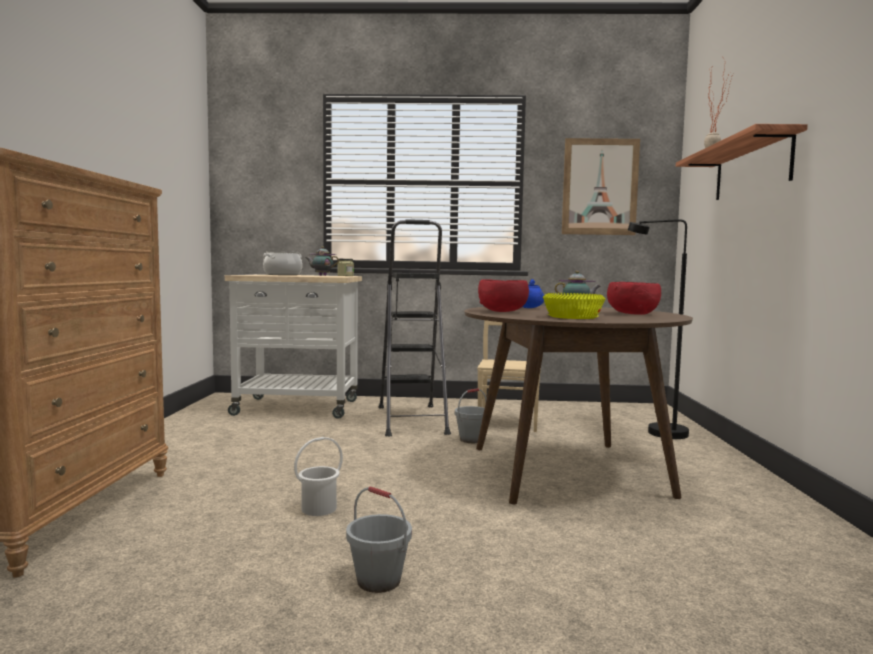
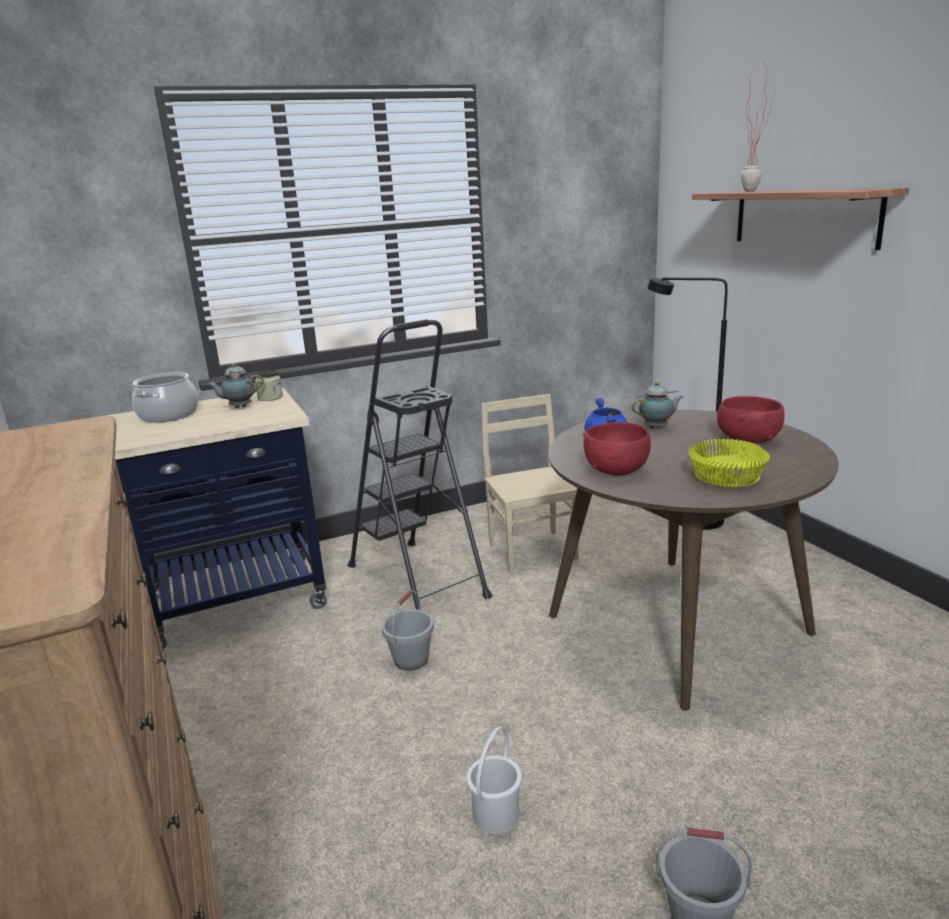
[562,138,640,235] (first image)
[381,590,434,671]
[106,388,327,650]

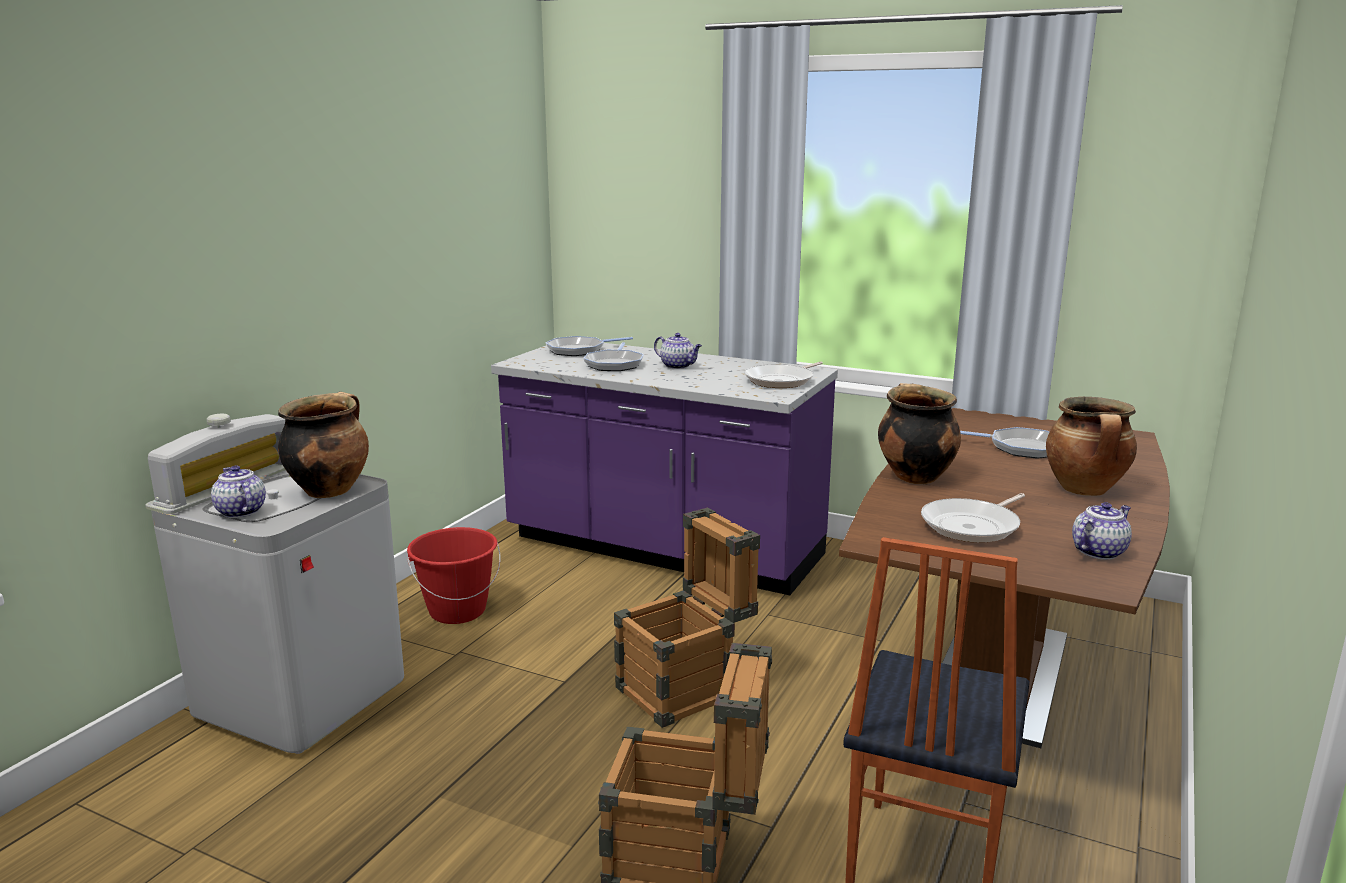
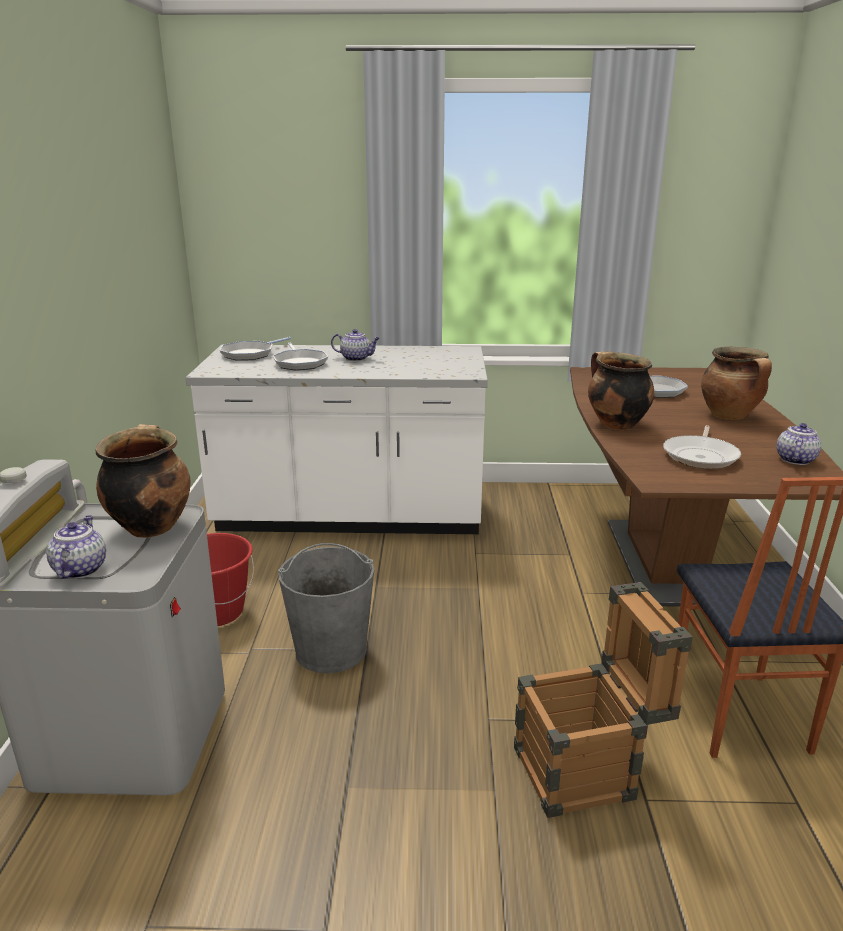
[614,508,760,728] (first image)
[744,361,823,388] (first image)
[278,543,375,673]
[185,345,488,534]
[46,515,106,579]

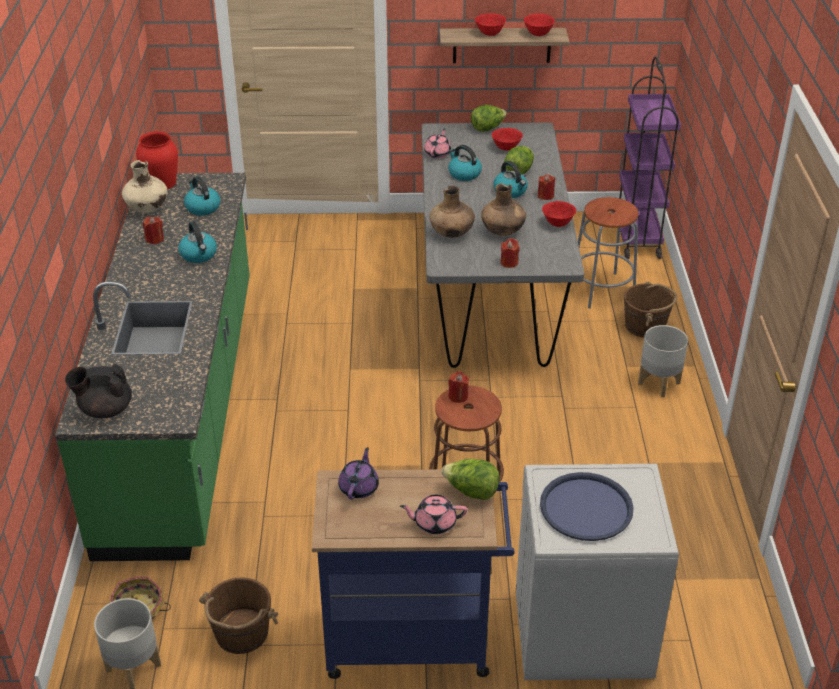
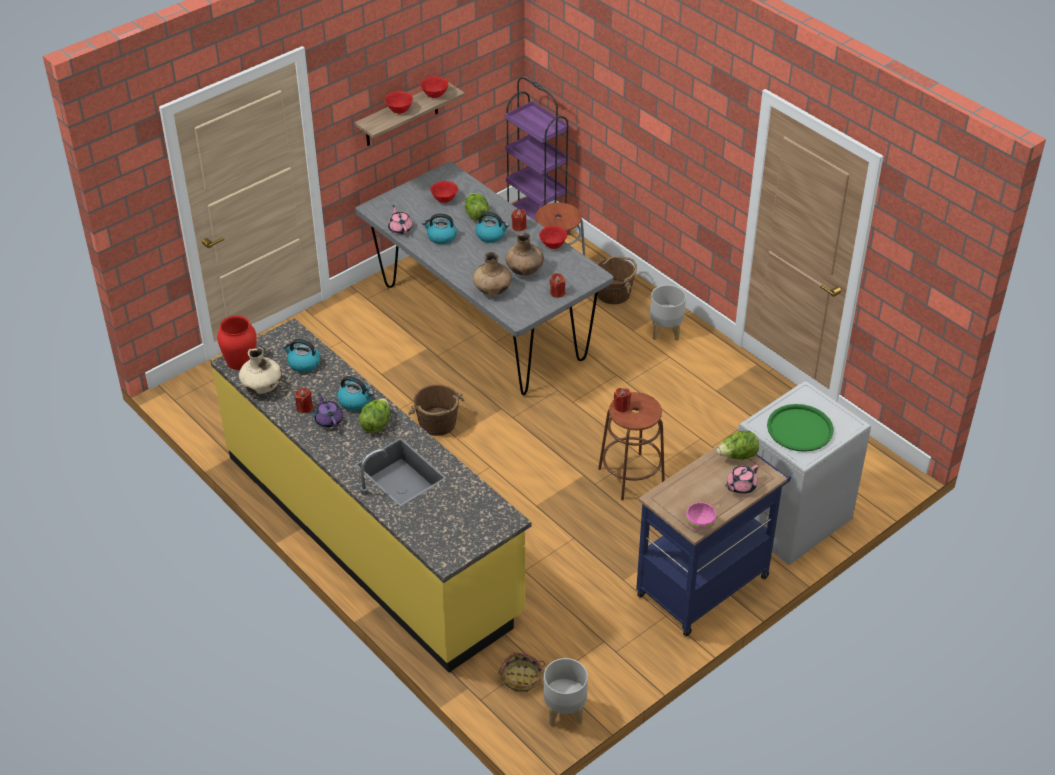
[65,364,132,418] (first image)
[686,502,716,531]
[408,385,464,436]
[314,393,343,428]
[358,398,390,433]
[211,318,531,672]
[767,404,834,452]

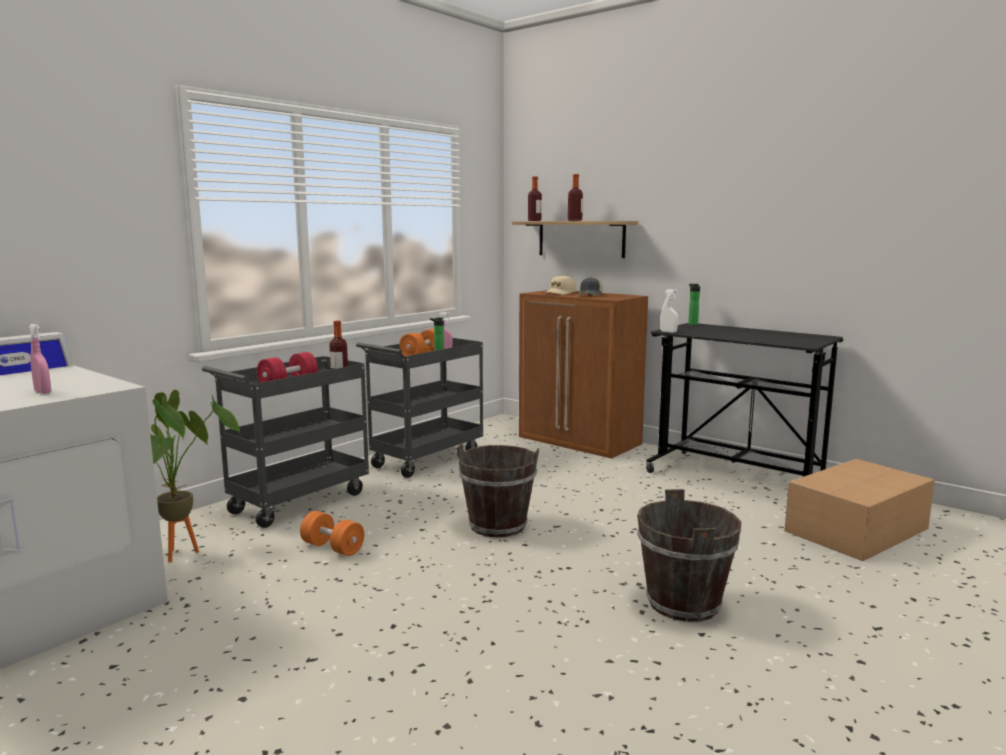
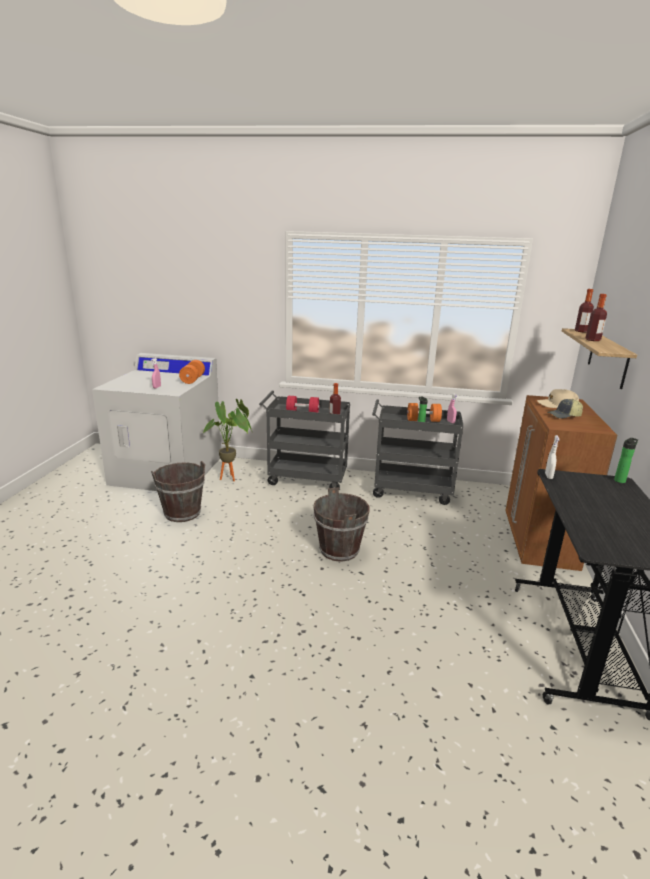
[785,459,935,561] (first image)
[179,360,205,384]
[151,461,205,522]

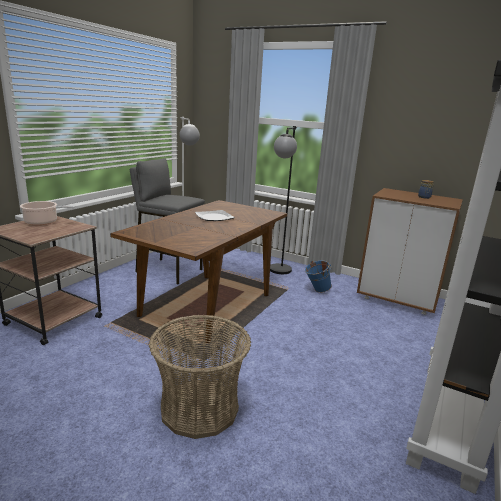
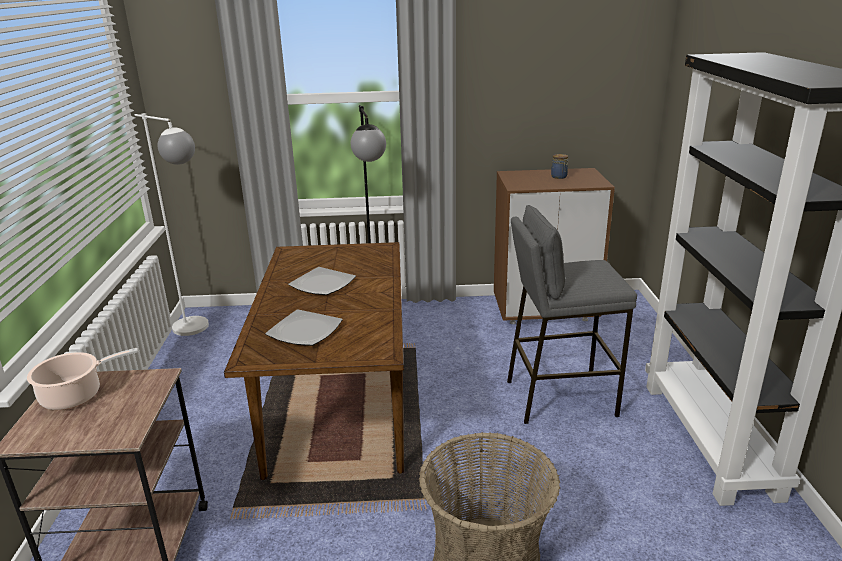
[305,260,332,293] (first image)
[265,310,343,346]
[507,205,637,424]

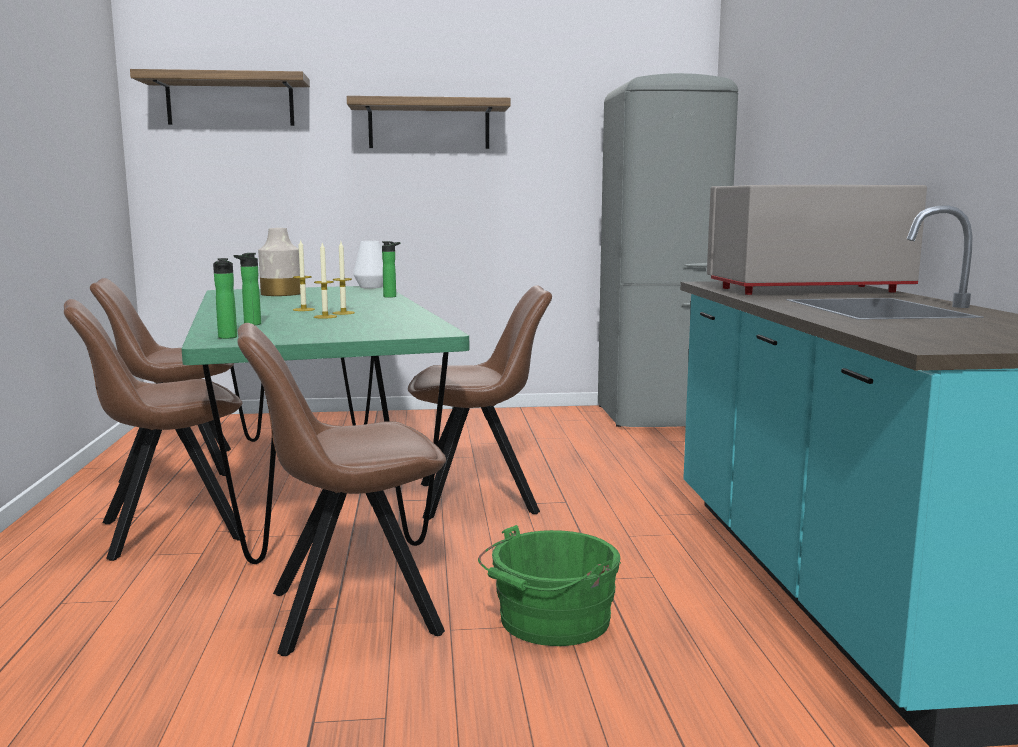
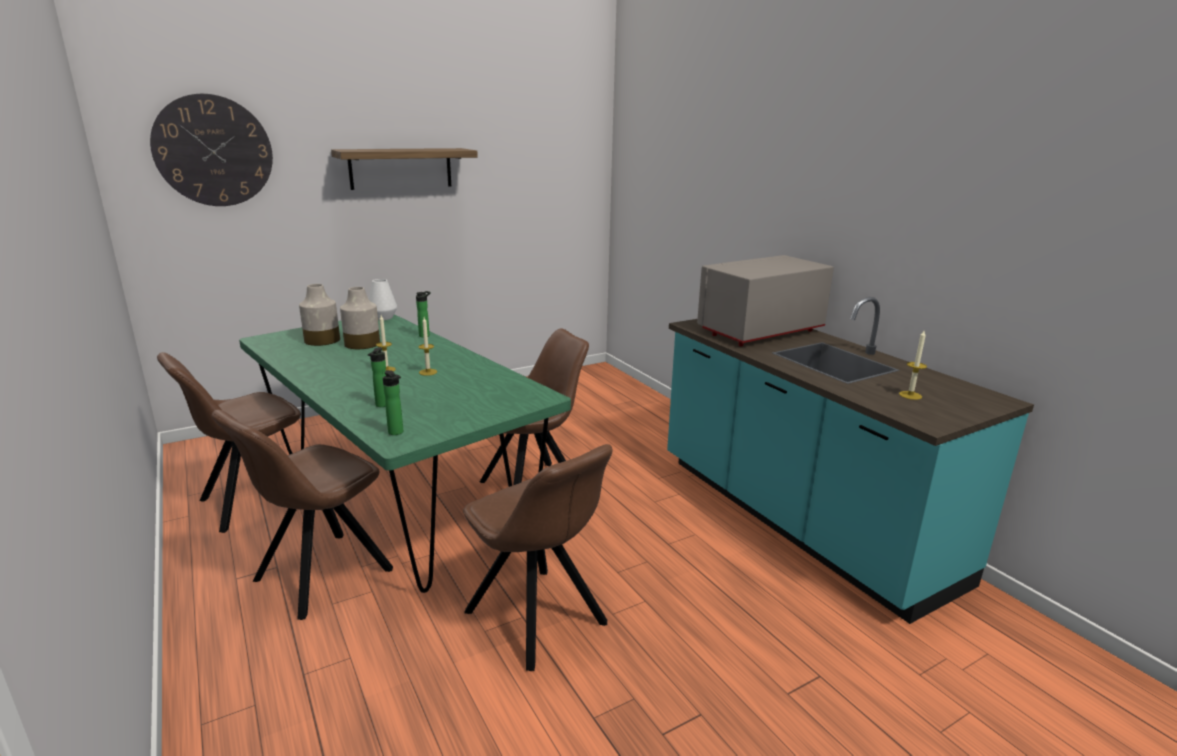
[478,525,621,646] (first image)
[598,73,738,427] (first image)
[340,287,380,349]
[899,331,927,400]
[150,94,273,206]
[463,444,613,671]

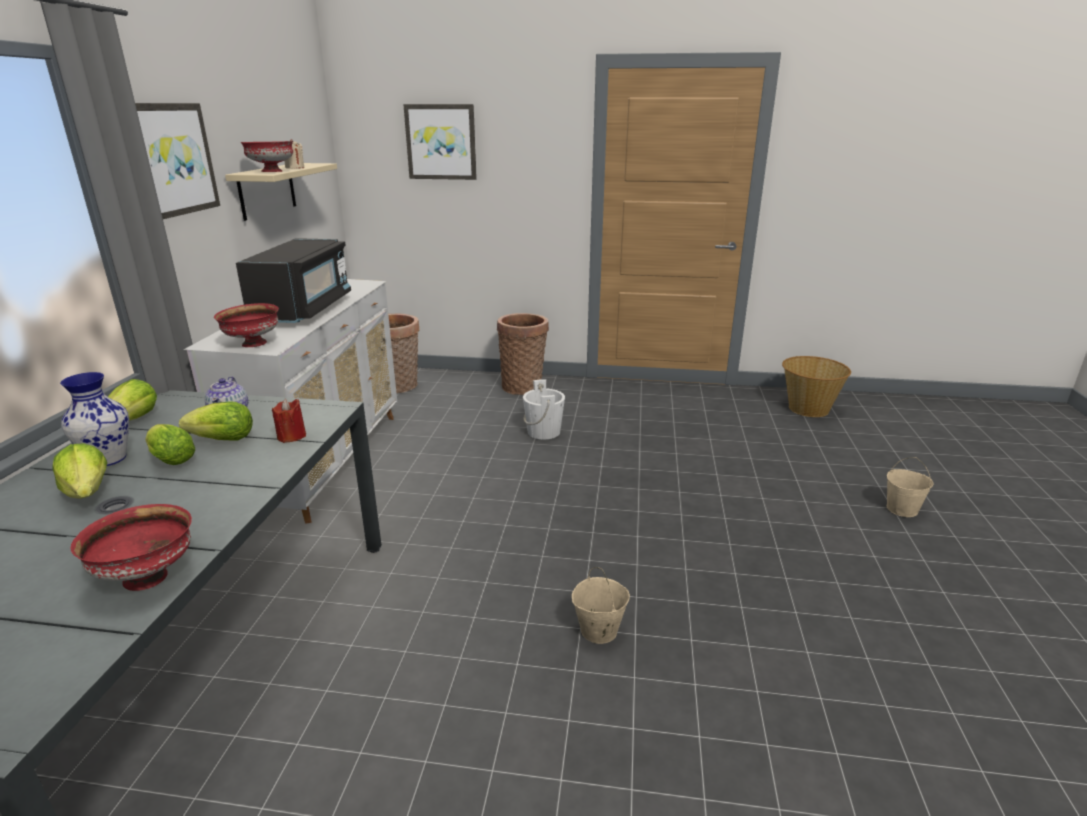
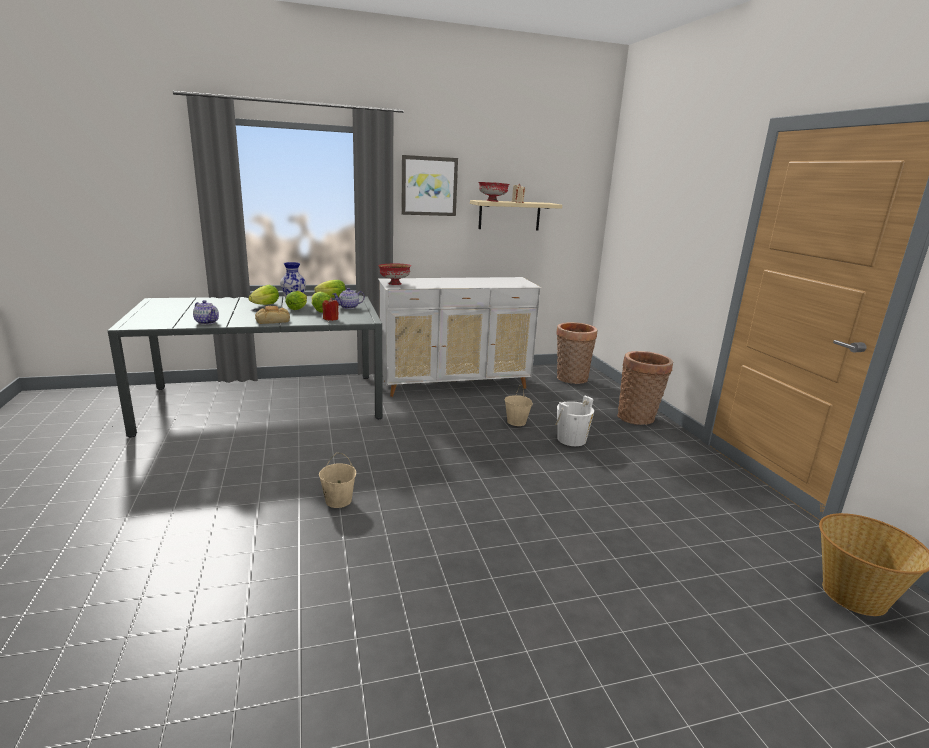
[236,238,351,323] (first image)
[403,104,477,180] (first image)
[255,306,290,324]
[505,385,533,426]
[193,300,219,325]

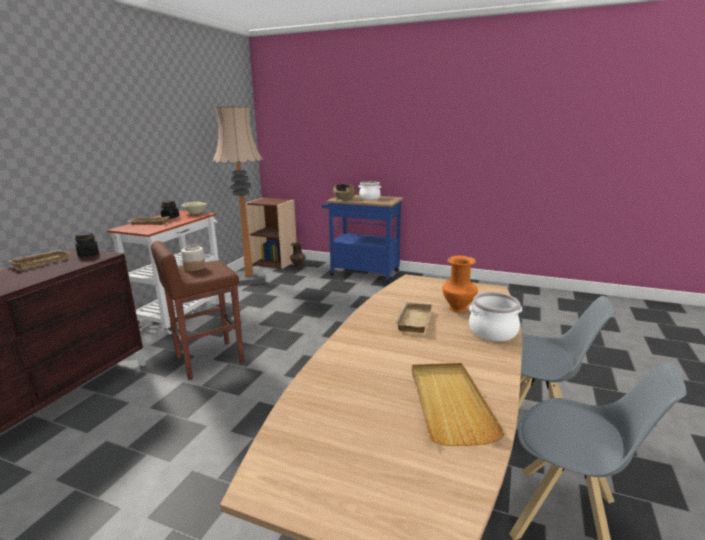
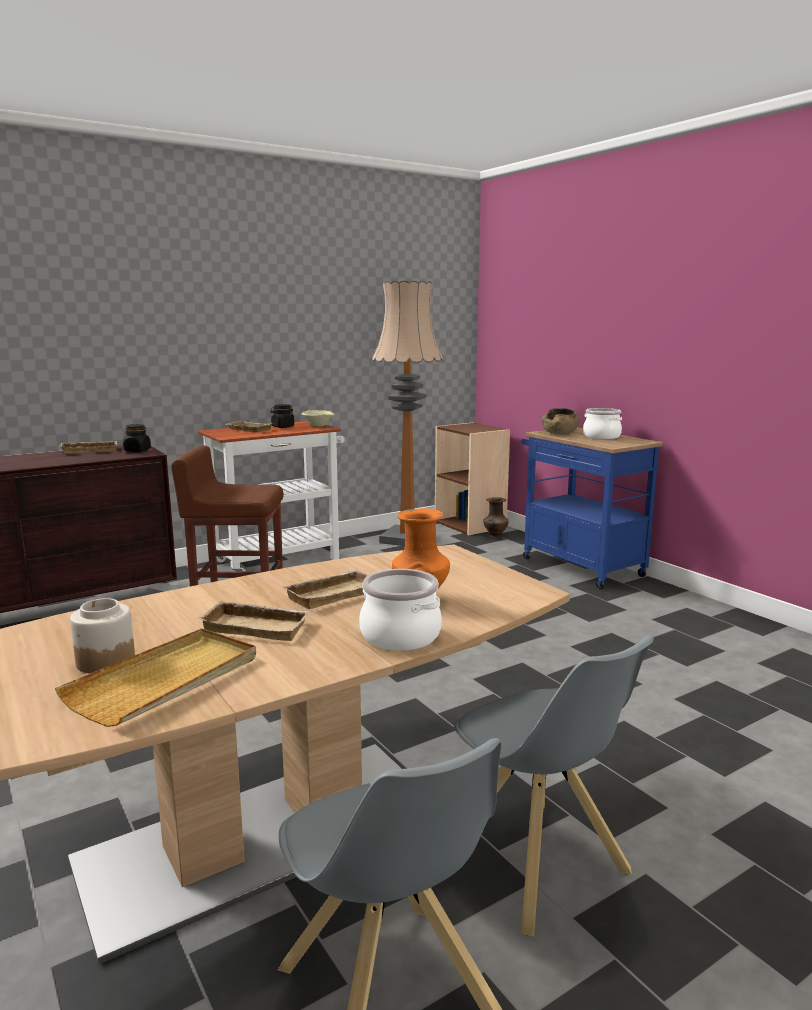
[197,601,311,641]
[70,598,135,674]

